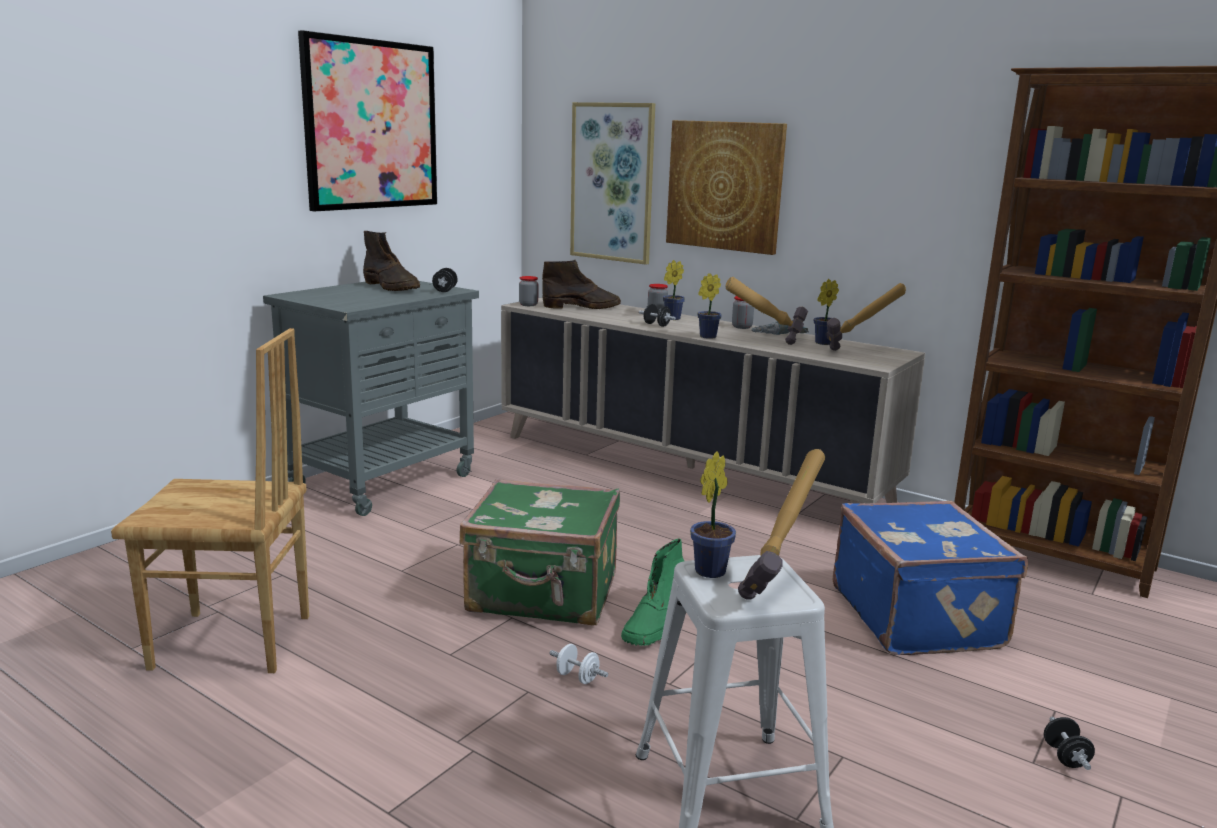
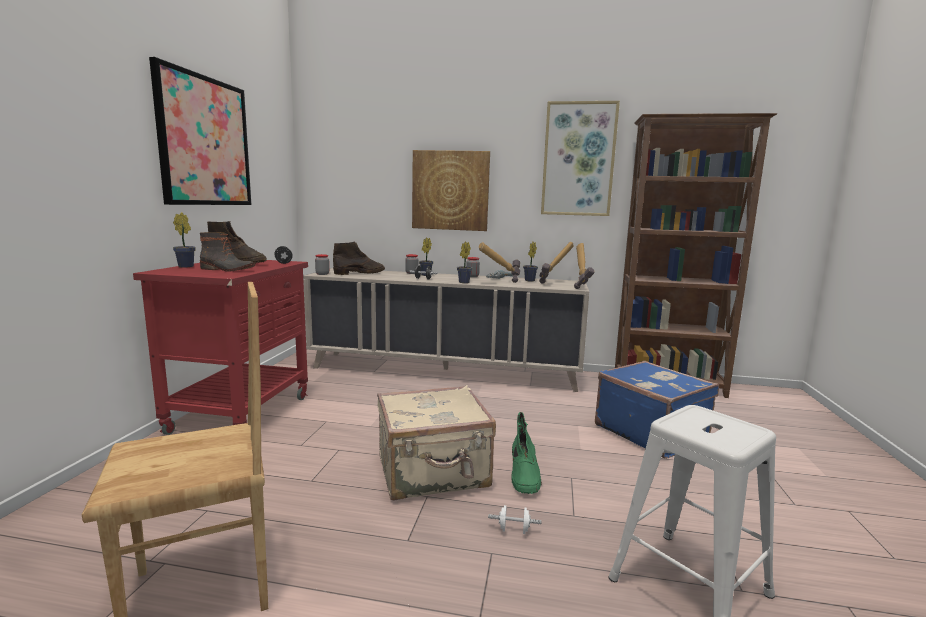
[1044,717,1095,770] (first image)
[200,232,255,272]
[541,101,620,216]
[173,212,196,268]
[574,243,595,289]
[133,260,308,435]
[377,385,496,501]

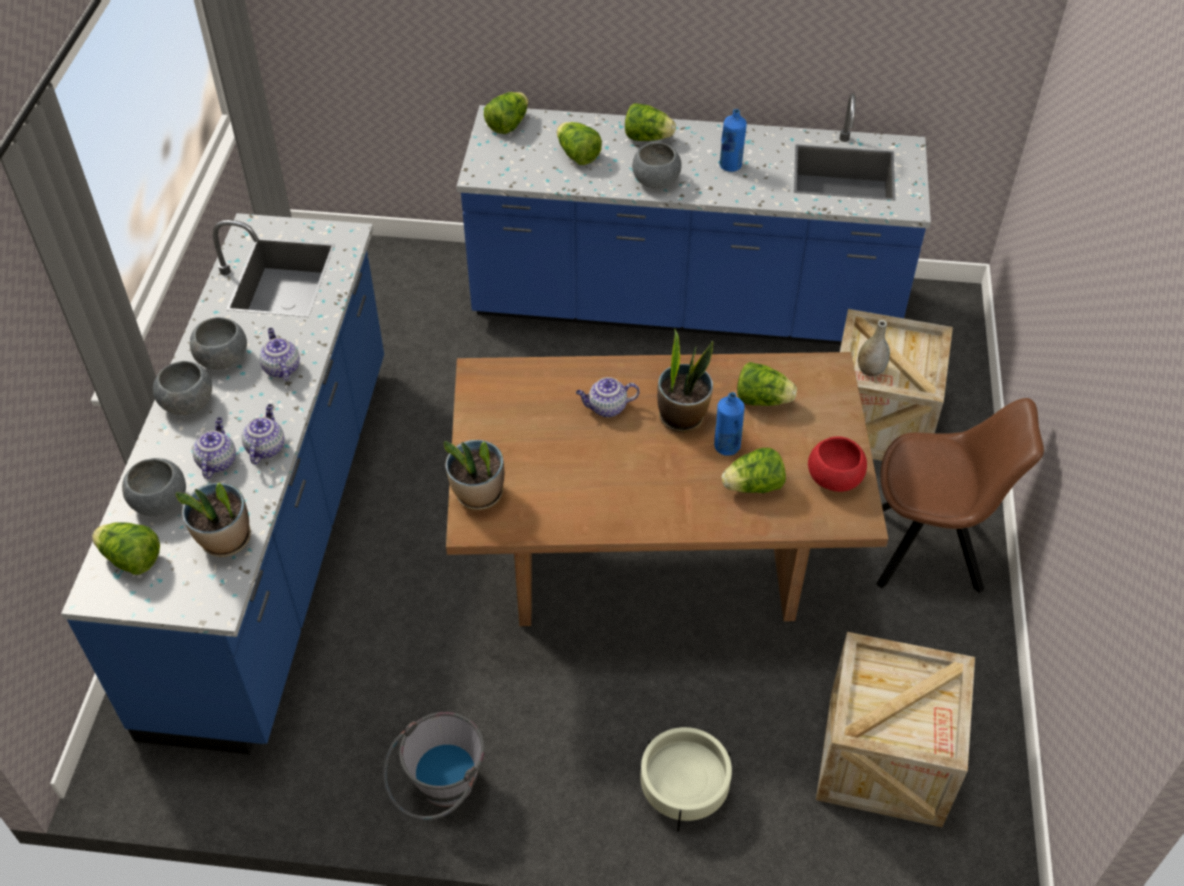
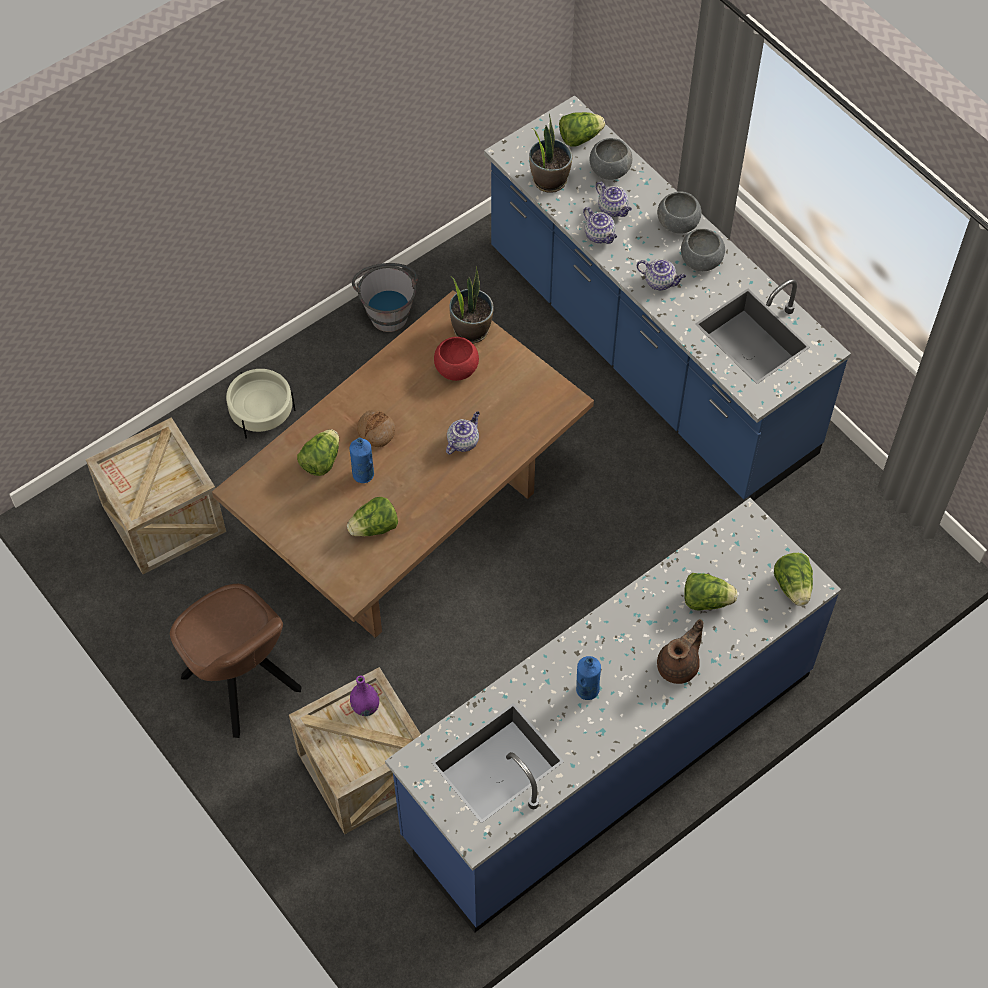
[632,142,682,189] (first image)
[657,329,713,432] (first image)
[357,410,395,447]
[434,337,479,381]
[657,619,703,684]
[350,676,379,716]
[170,584,302,738]

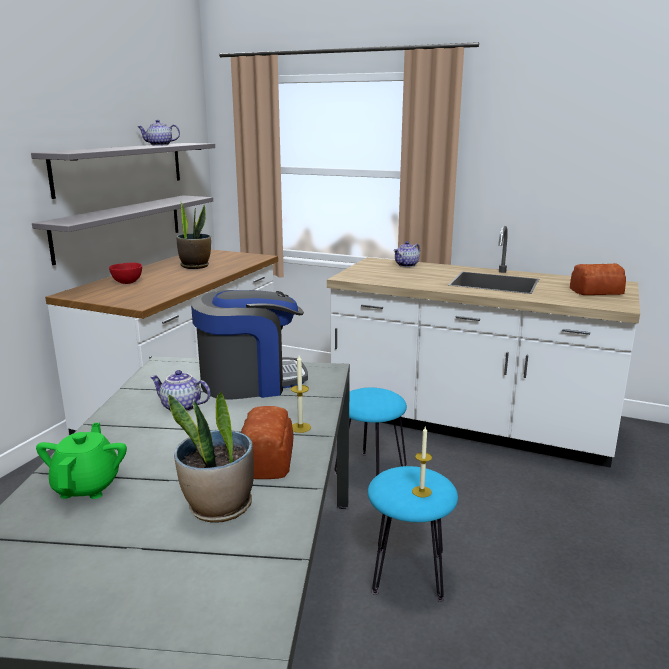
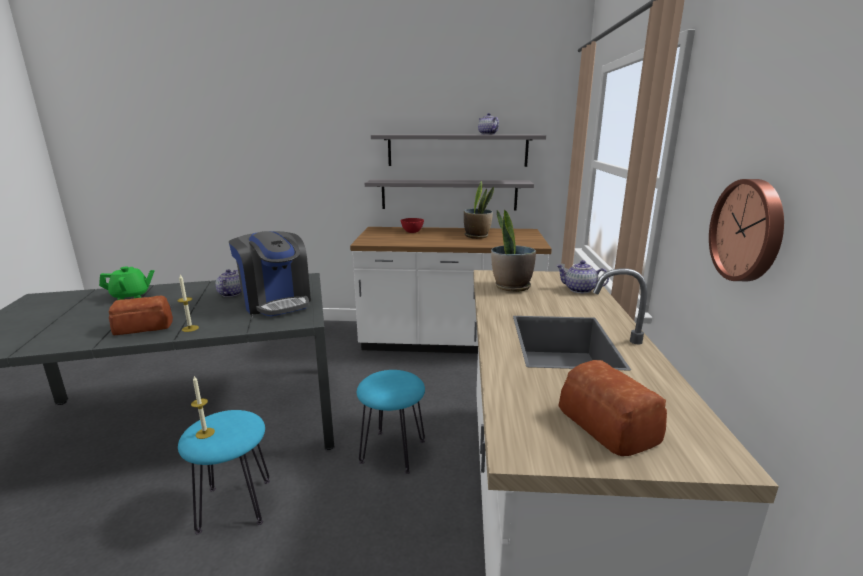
[709,179,784,281]
[491,210,536,292]

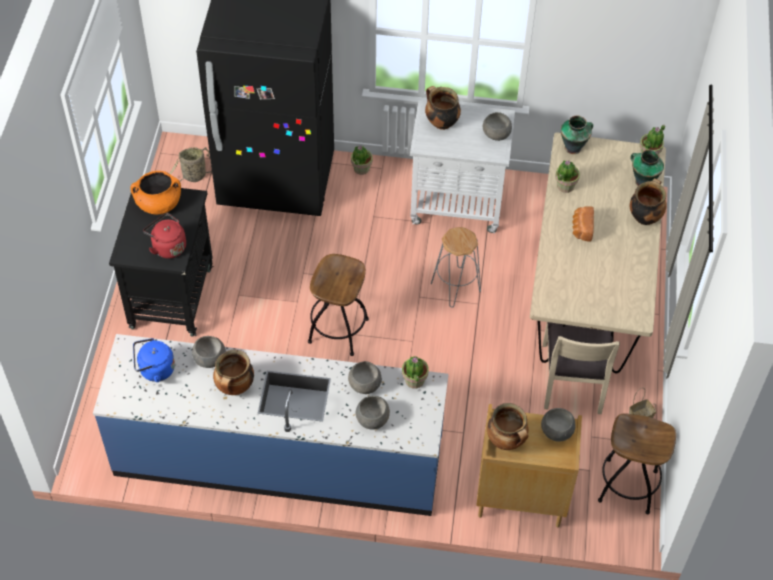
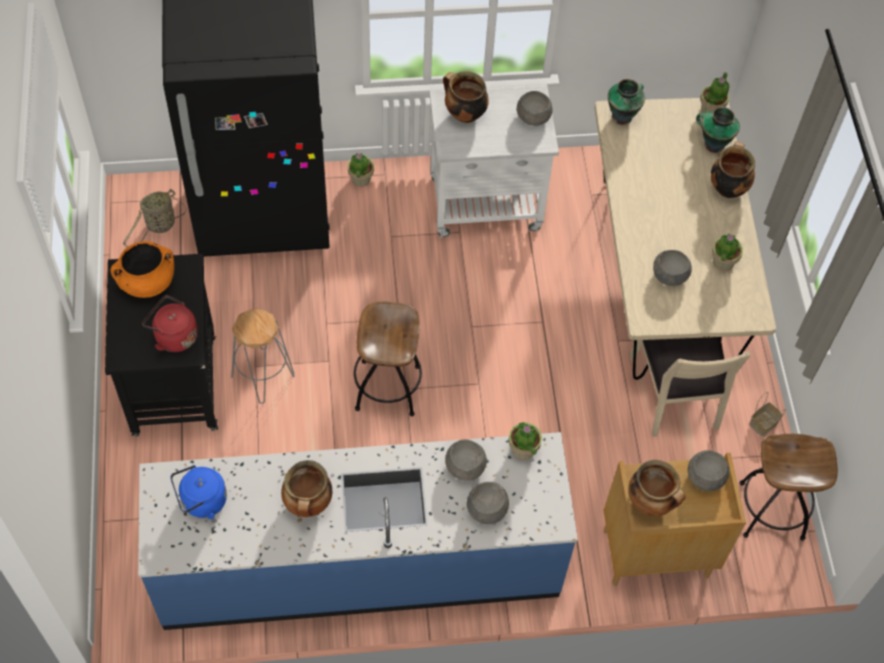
[572,206,594,242] (first image)
[653,250,692,286]
[231,308,295,404]
[712,234,743,271]

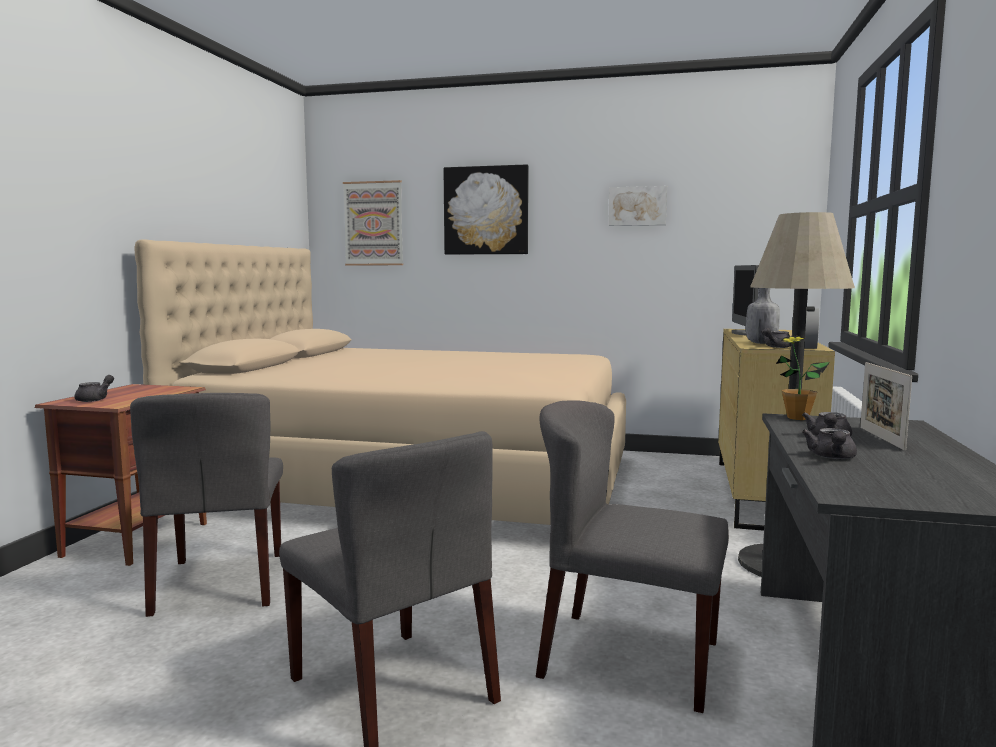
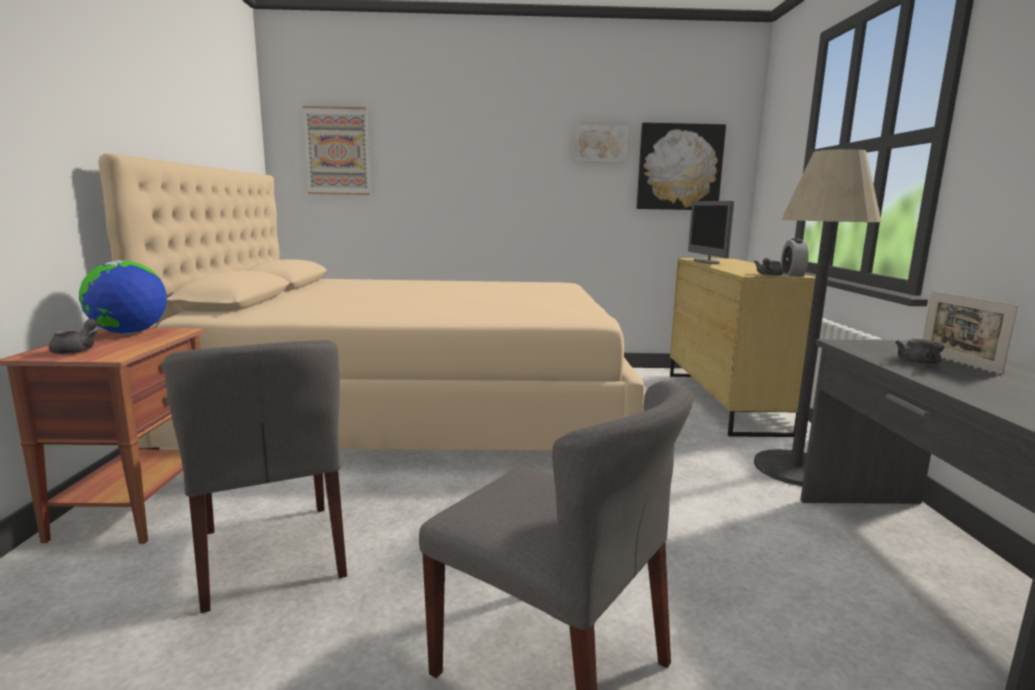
[536,400,729,713] (first image)
[746,288,780,344] (first image)
[776,336,830,420] (first image)
[802,428,857,459] (first image)
[79,260,167,334]
[636,122,726,210]

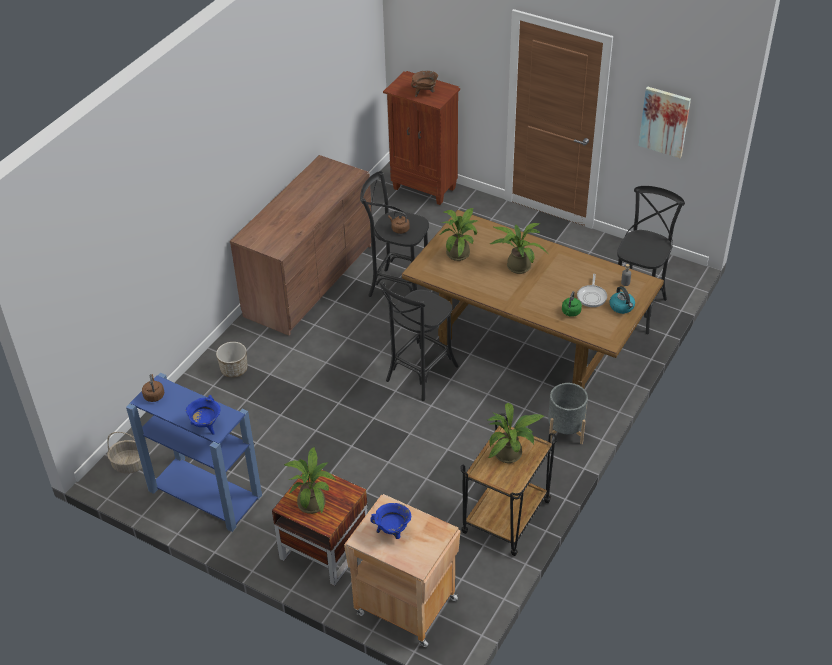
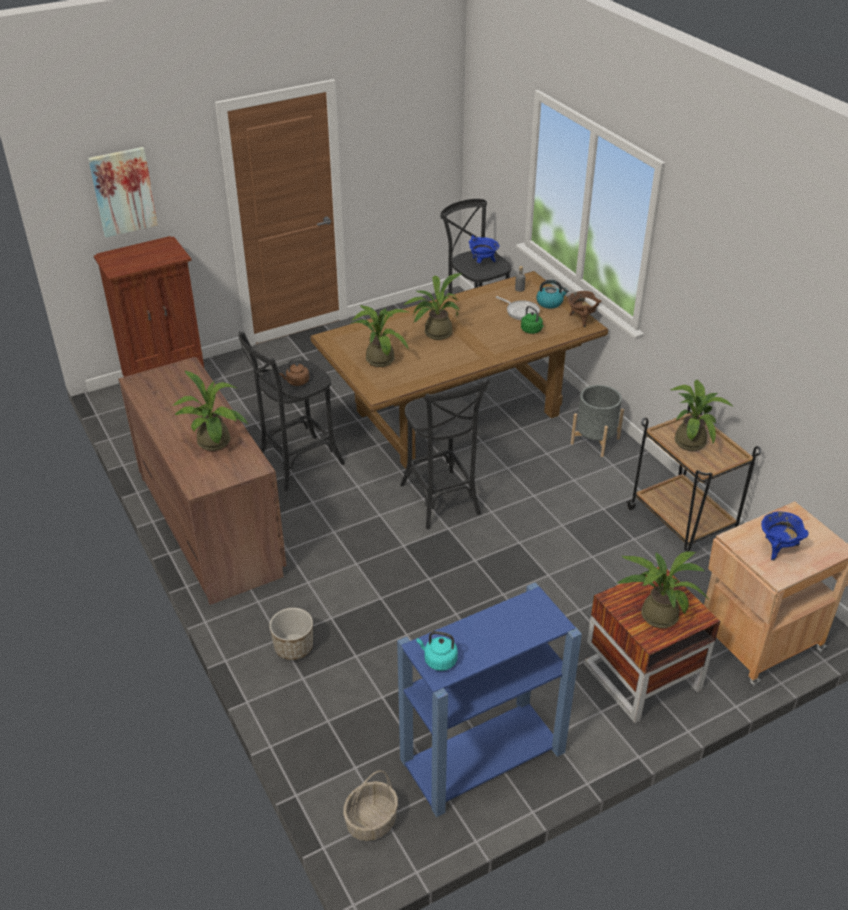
[172,370,248,451]
[469,235,500,263]
[567,291,602,327]
[88,147,158,237]
[417,631,458,671]

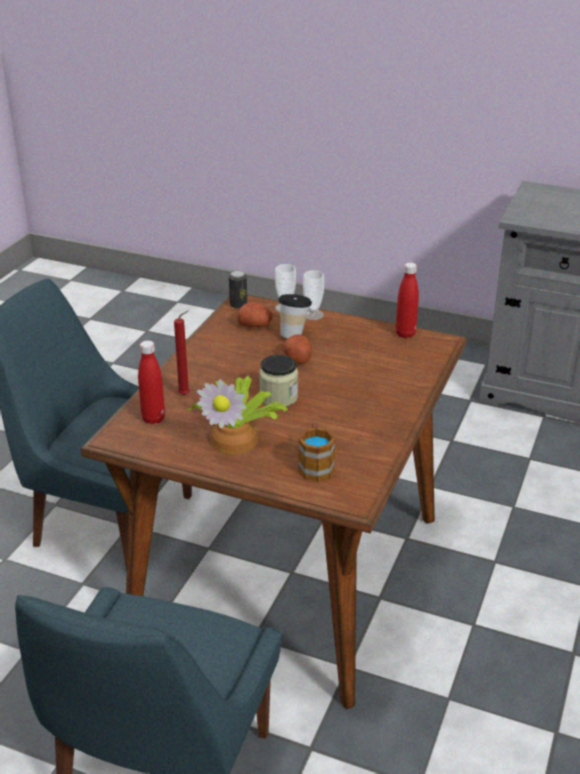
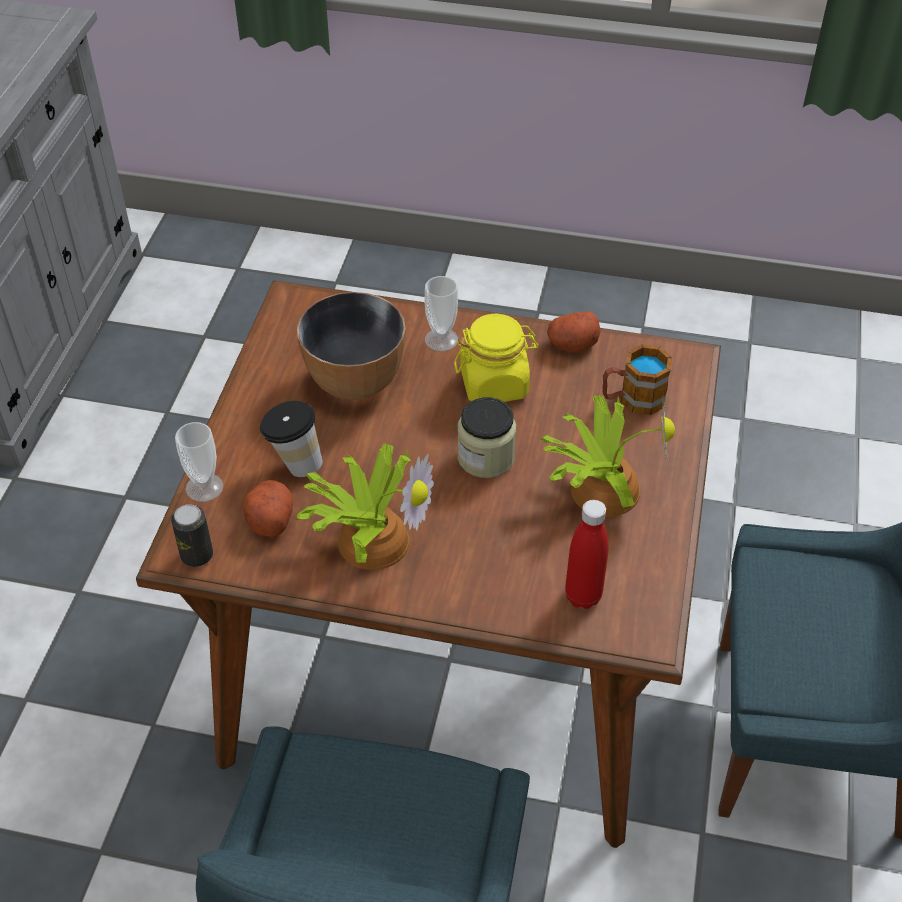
[174,310,190,395] (first image)
[396,262,419,338] (first image)
[295,443,434,570]
[297,292,406,400]
[454,314,539,402]
[547,311,601,352]
[424,276,458,352]

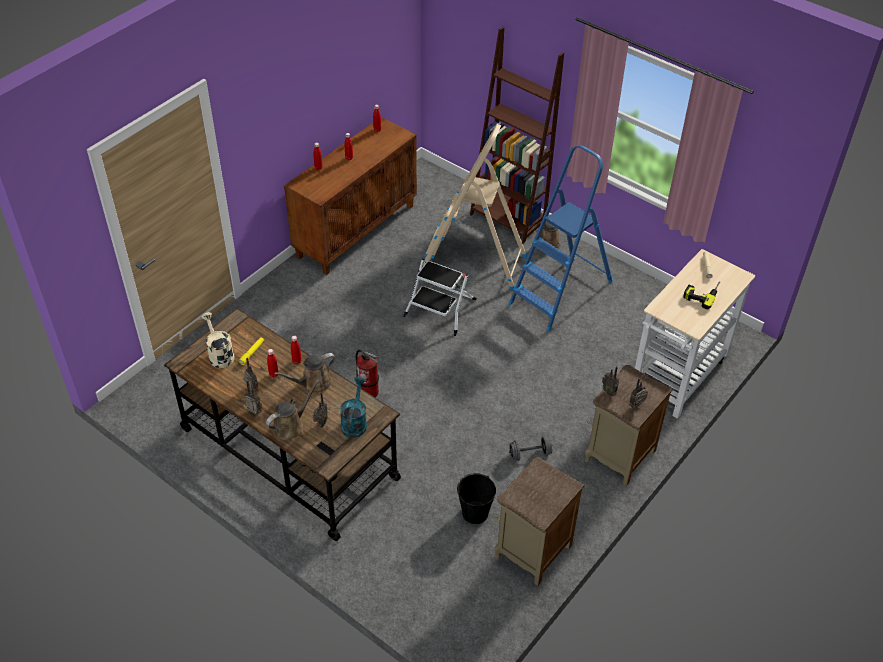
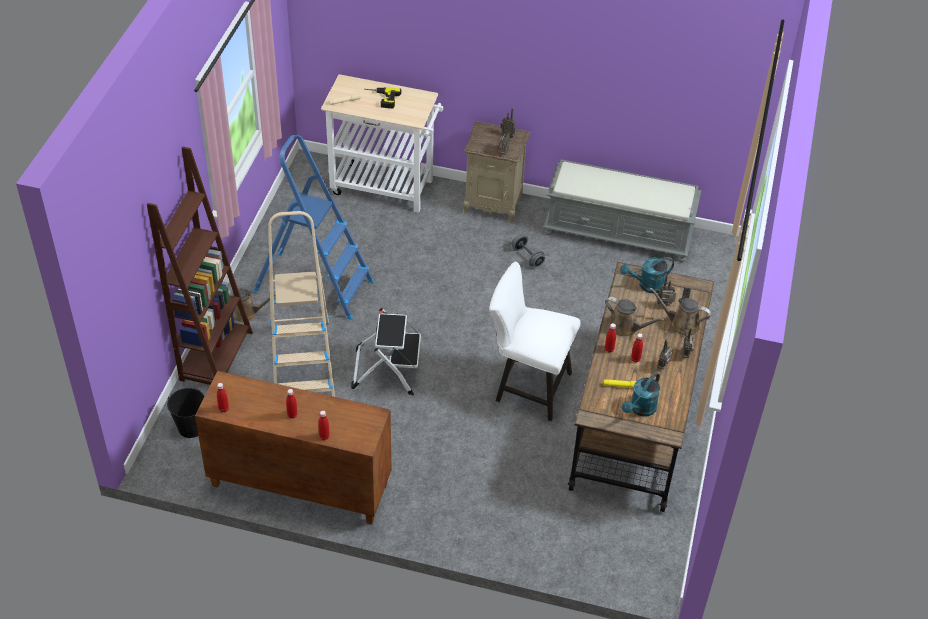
[167,388,205,438]
[489,261,580,421]
[543,159,701,262]
[622,372,660,417]

